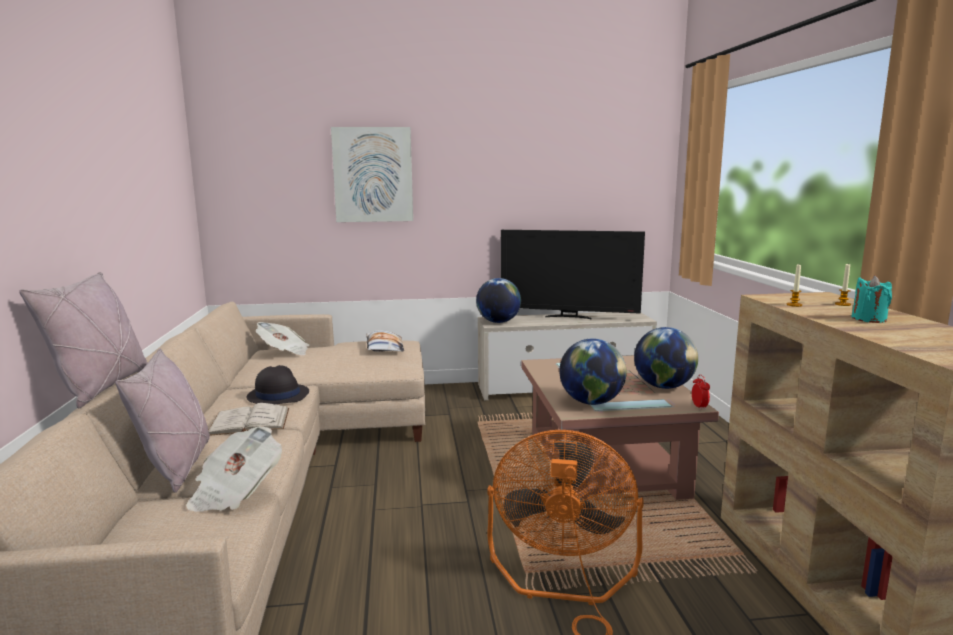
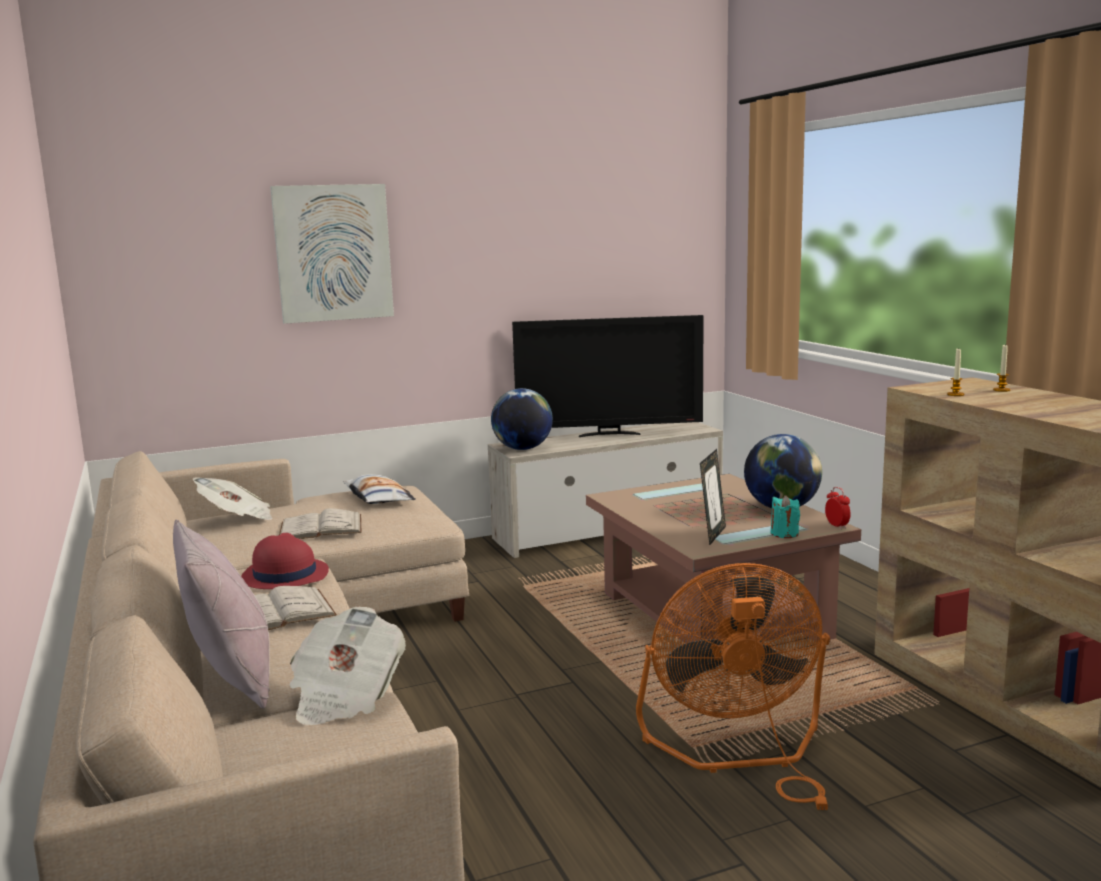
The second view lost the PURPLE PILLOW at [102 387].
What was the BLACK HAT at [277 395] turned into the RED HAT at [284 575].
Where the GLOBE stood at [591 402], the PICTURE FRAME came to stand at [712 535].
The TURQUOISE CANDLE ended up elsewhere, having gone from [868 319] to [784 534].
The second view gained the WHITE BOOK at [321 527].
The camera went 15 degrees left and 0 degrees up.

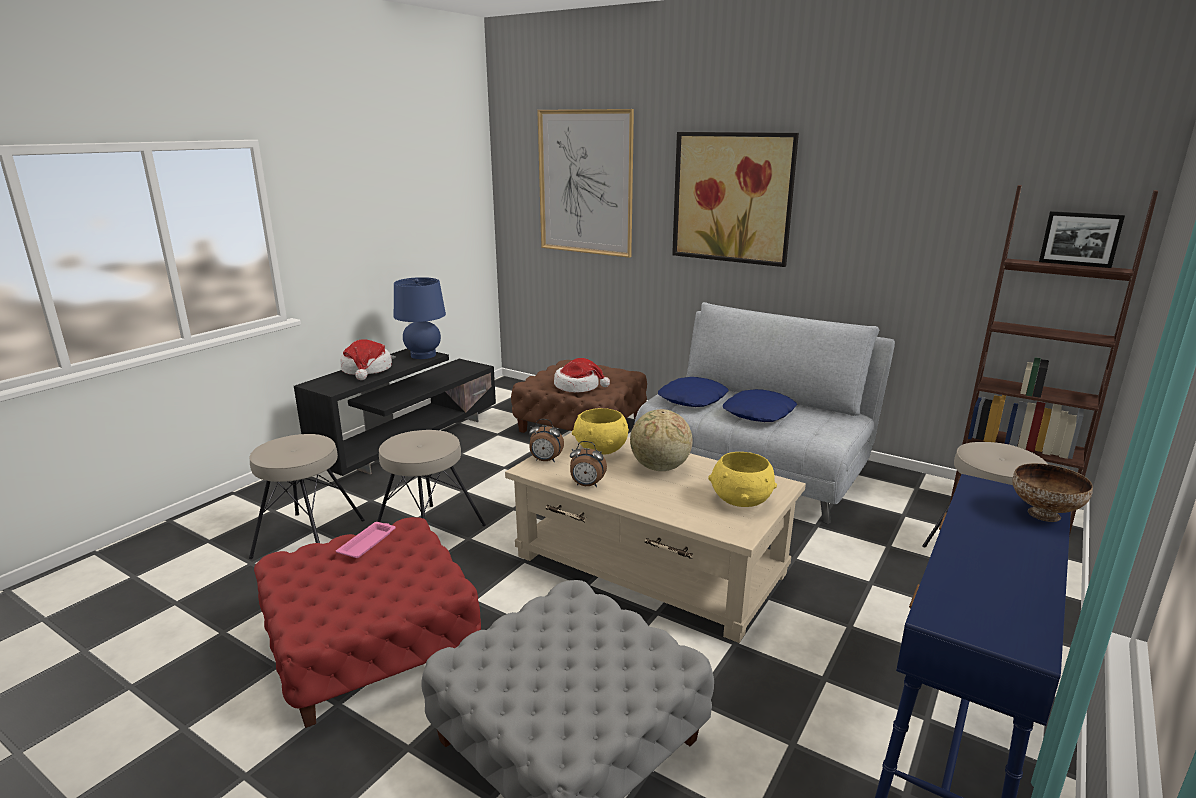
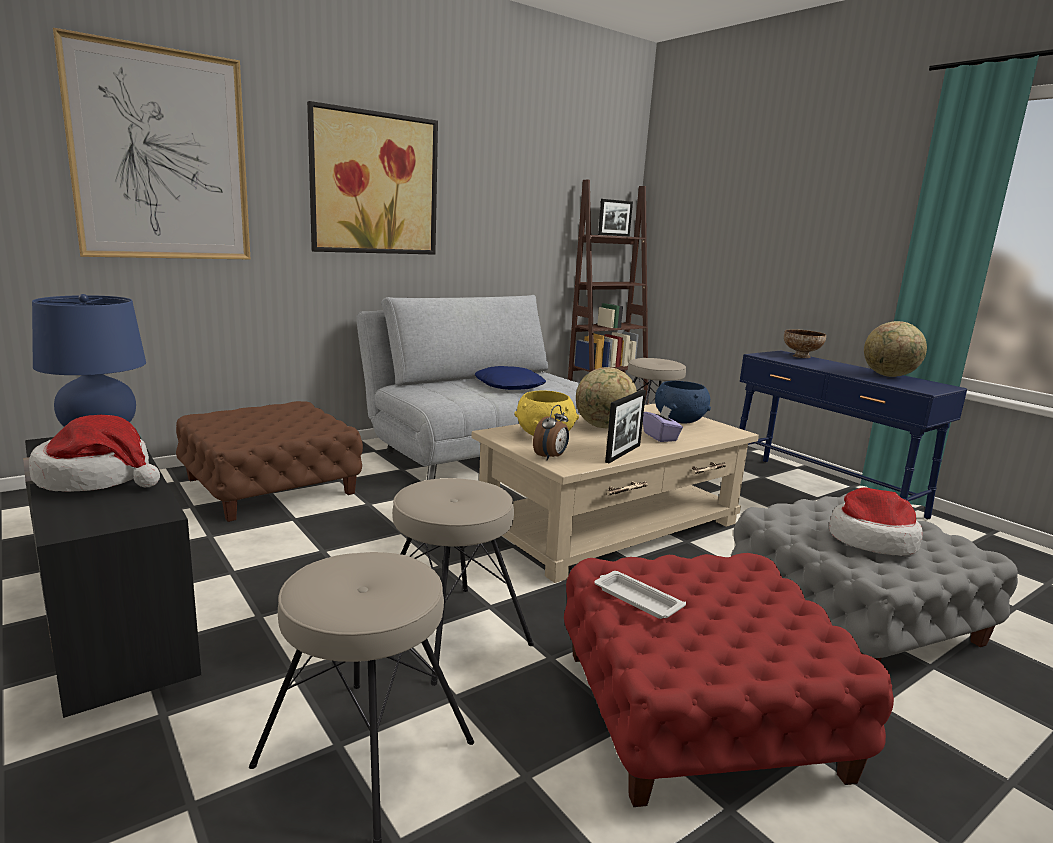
What was the PINK TRAY at [368 543] turned into the WHITE TRAY at [636 599].
The HAT ended up elsewhere, having gone from [578 386] to [871 540].
Where the ALARM CLOCK stood at [587 485], the PICTURE FRAME came to stand at [623 453].
The second view lost the BLUE PILLOW at [693 399].
What was the YELLOW BOWL at [741 500] turned into the BLUE BOWL at [679 420].
The second view gained the PURPLE TISSUE BOX at [660 437].
The second view gained the GLOBE at [889 376].
The camera went 70 degrees left and 5 degrees down.

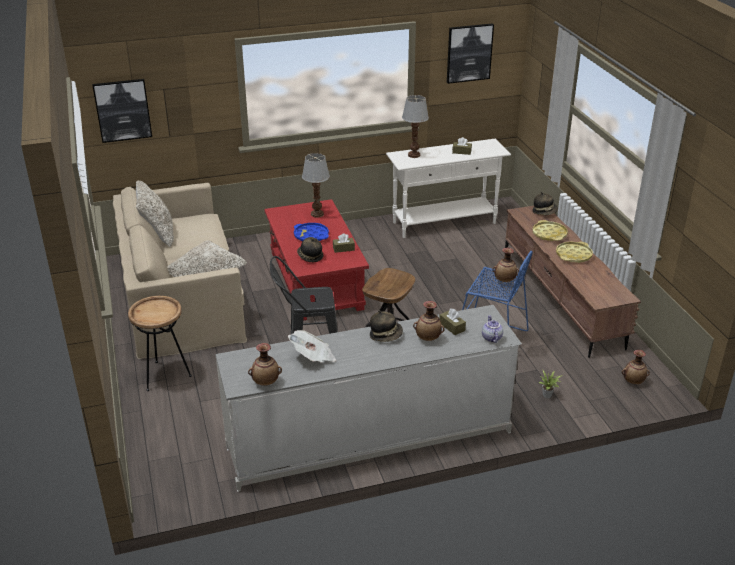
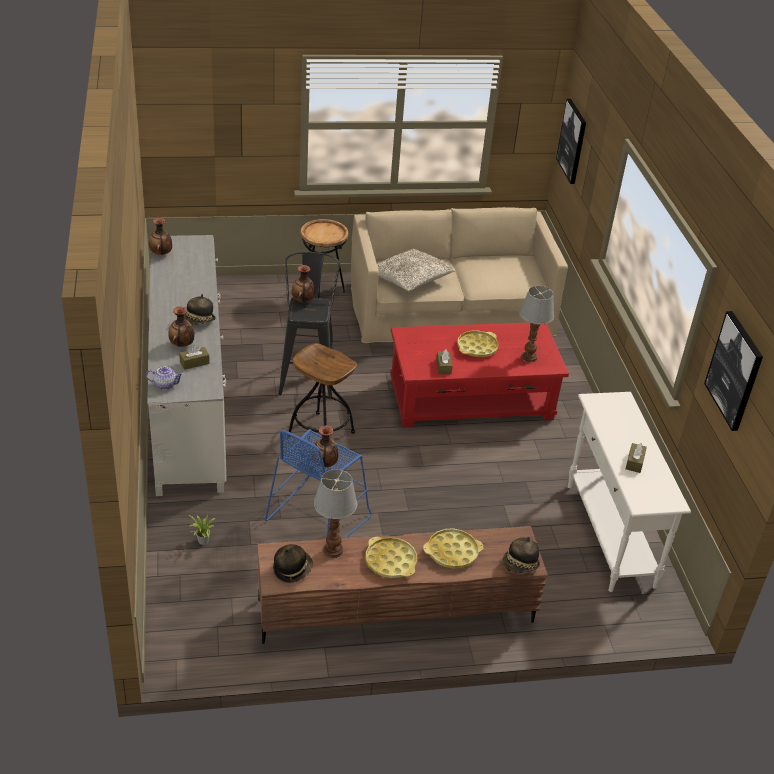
The second view lost the BEIGE PILLOW at [157 234].
The second view lost the NEWSPAPER at [313 357].
What was the BLUE TRAY at [311 235] turned into the YELLOW TRAY at [477 347].
The HAT ended up elsewhere, having gone from [310 256] to [292 569].
The TABLE LAMP ended up elsewhere, having gone from [414 155] to [332 550].
The VASE ended up elsewhere, having gone from [633 381] to [303 301].
The camera went 95 degrees right and 5 degrees up.

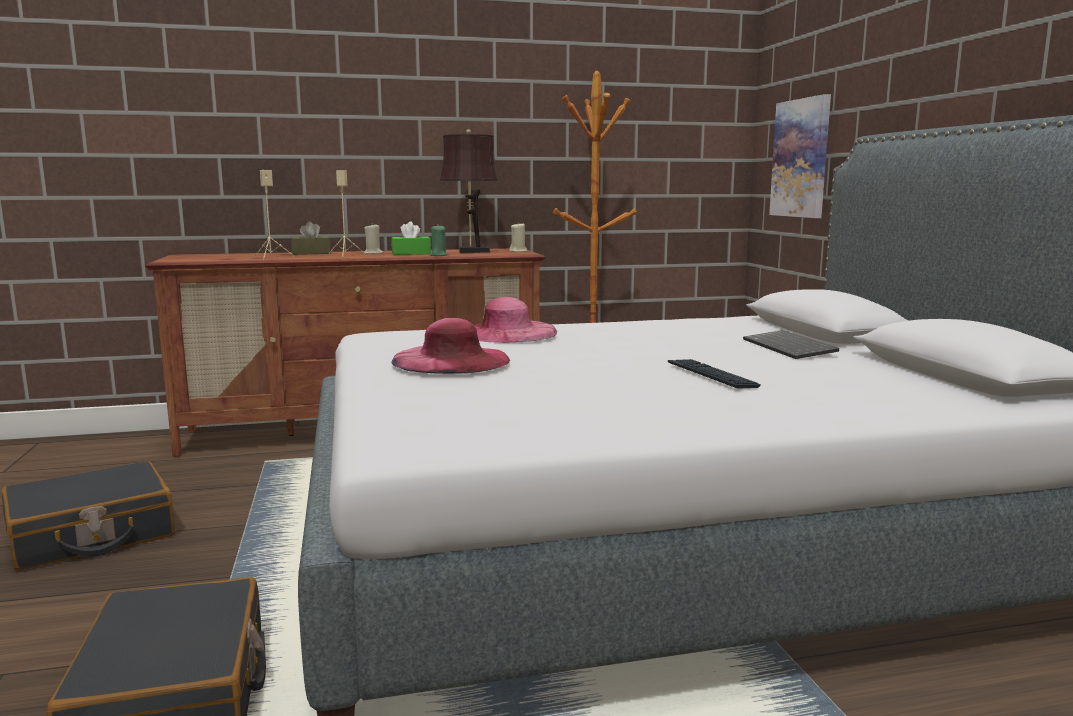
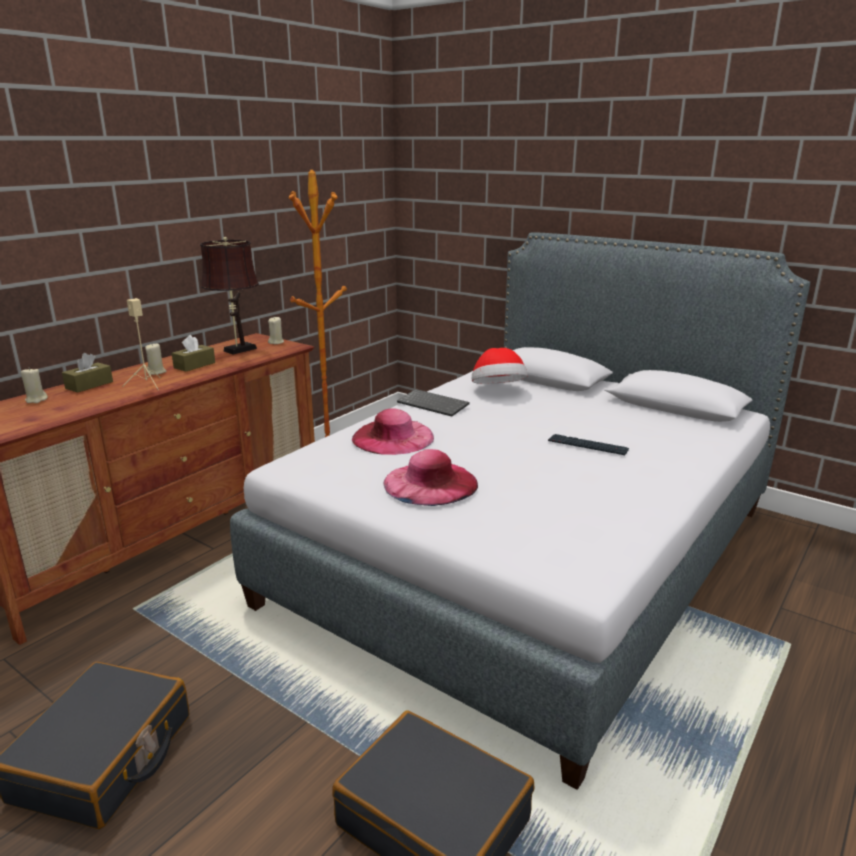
The second view lost the BEIGE SPEAKER at [271 257].
What was the GREEN TISSUE BOX at [411 253] turned into the BROWN TISSUE BOX at [194 365].
The second view lost the GREEN CANDLE at [438 255].
The KEYBOARD ended up elsewhere, having gone from [791 347] to [434 404].
The second view lost the PICTURE at [801 158].
The second view gained the BEIGE CANDLE at [36 400].
The second view gained the HAT at [498 390].
The camera went 40 degrees left and 10 degrees up.

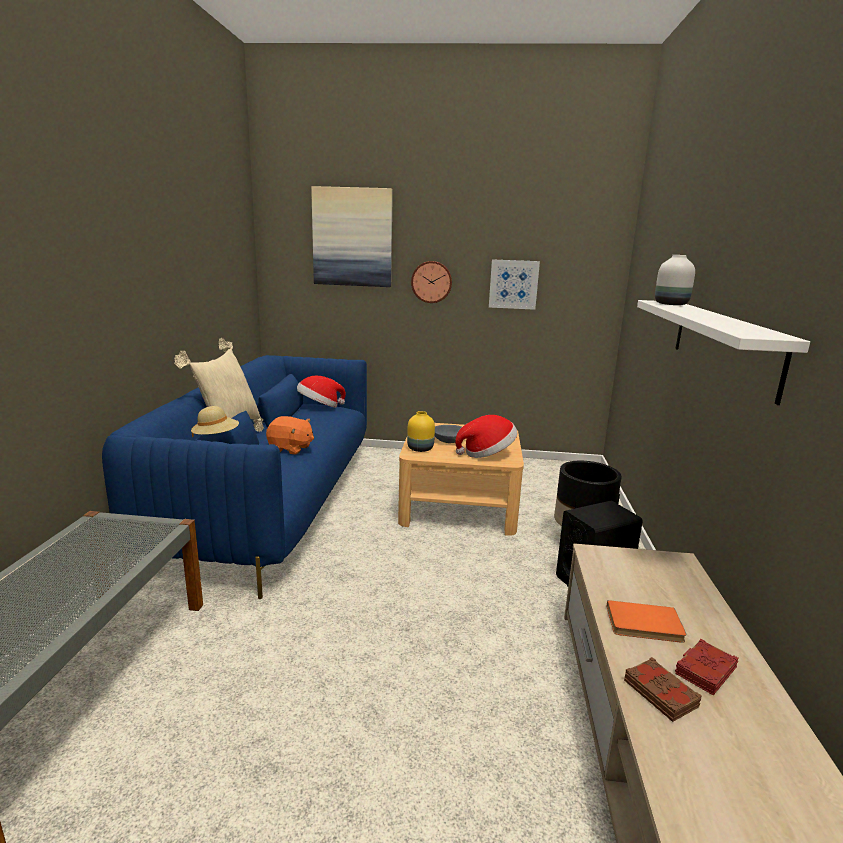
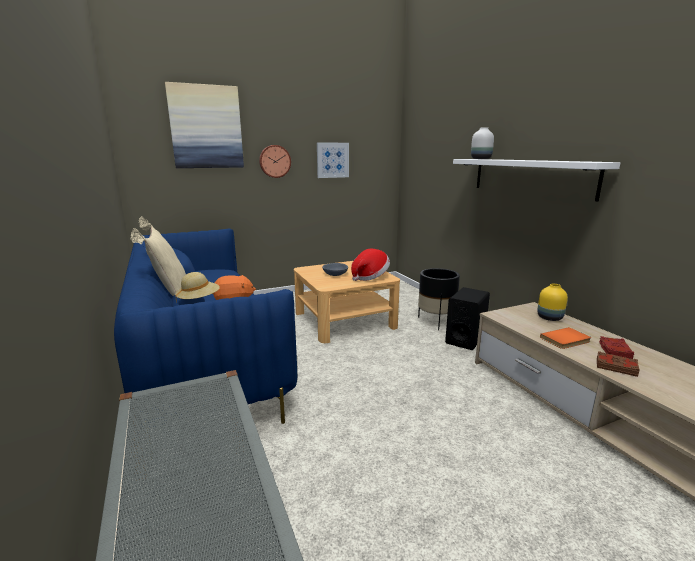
The second view lost the HAT at [319 407].
The YELLOW VASE ended up elsewhere, having gone from [419 449] to [549 318].
The camera went 30 degrees left and 0 degrees up.

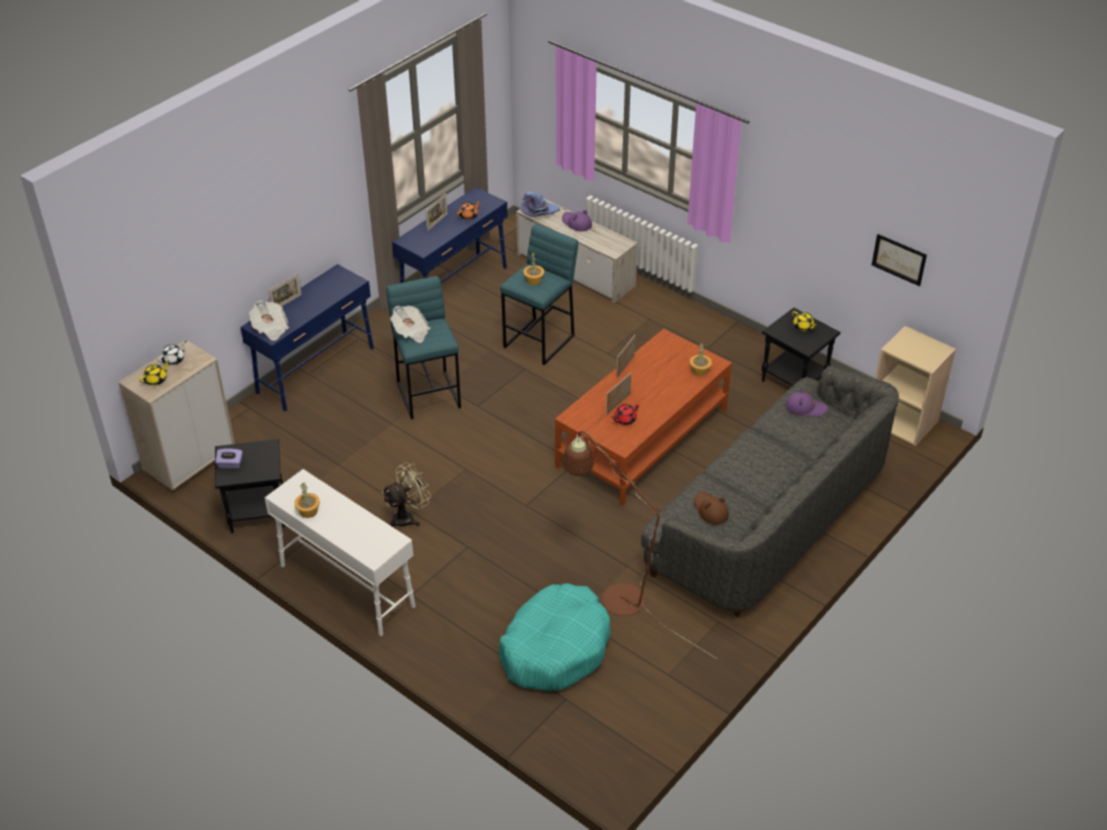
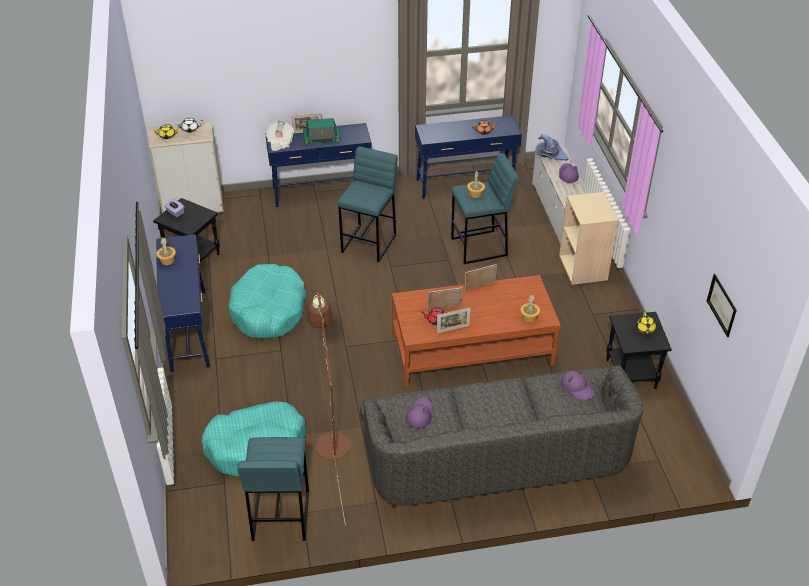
What was the WHITE CONSOLE TABLE at [347 585] turned into the BLUE CONSOLE TABLE at [189 330].
Where the BEIGE FAN stood at [408 517], the TURQUOISE DOG BED came to stand at [268 310].
The second view lost the NEWSPAPER at [411 332].
The PICTURE FRAME ended up elsewhere, having gone from [437 222] to [453 329].
What was the BROWN HAT at [710 510] turned into the PURPLE HAT at [419 415].
The BEIGE BOOKCASE ended up elsewhere, having gone from [903 421] to [583 268].
The second view gained the TURQUOISE STOOL at [280 517].
The second view gained the RADIO at [322 139].
The camera went 40 degrees right and 0 degrees up.

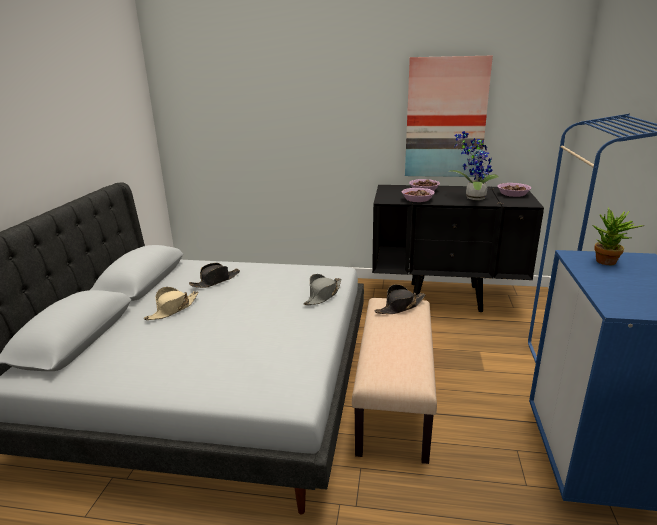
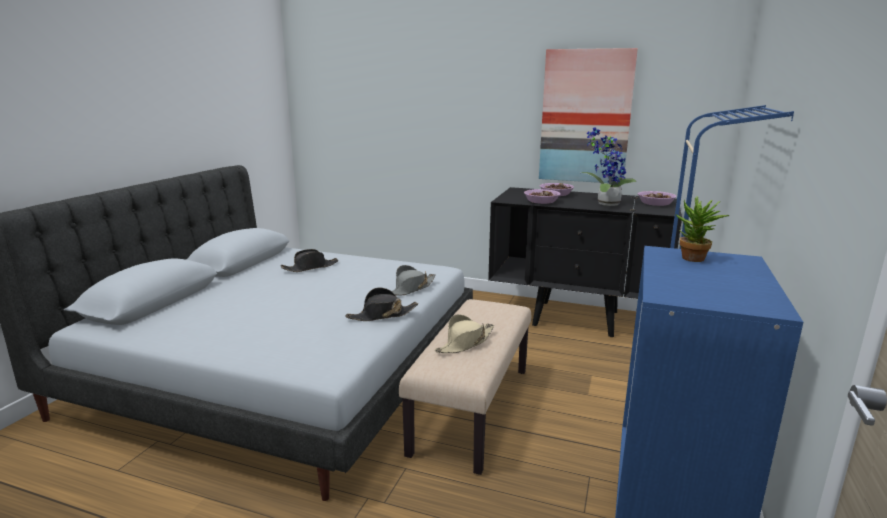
The BEIGE HAT ended up elsewhere, having gone from [173 309] to [465 343].
The BLACK HAT ended up elsewhere, having gone from [400 307] to [382 315].
The camera went 10 degrees right and 5 degrees down.

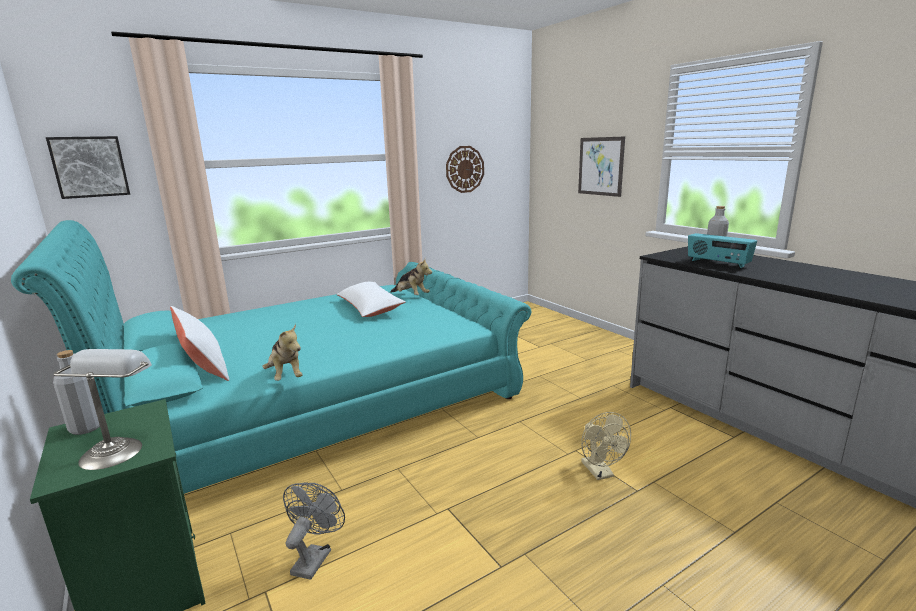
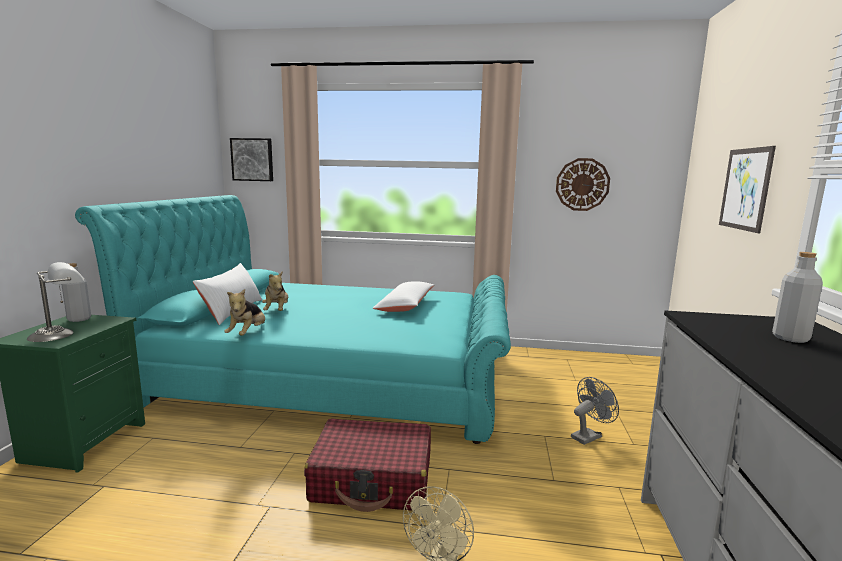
The GREY FAN ended up elsewhere, having gone from [314 557] to [589 436].
The PLUSH TOY ended up elsewhere, having gone from [411 296] to [277 311].
The second view lost the RADIO at [717 263].
The second view gained the RED SUITCASE at [373 479].
The camera went 40 degrees right and 5 degrees down.

